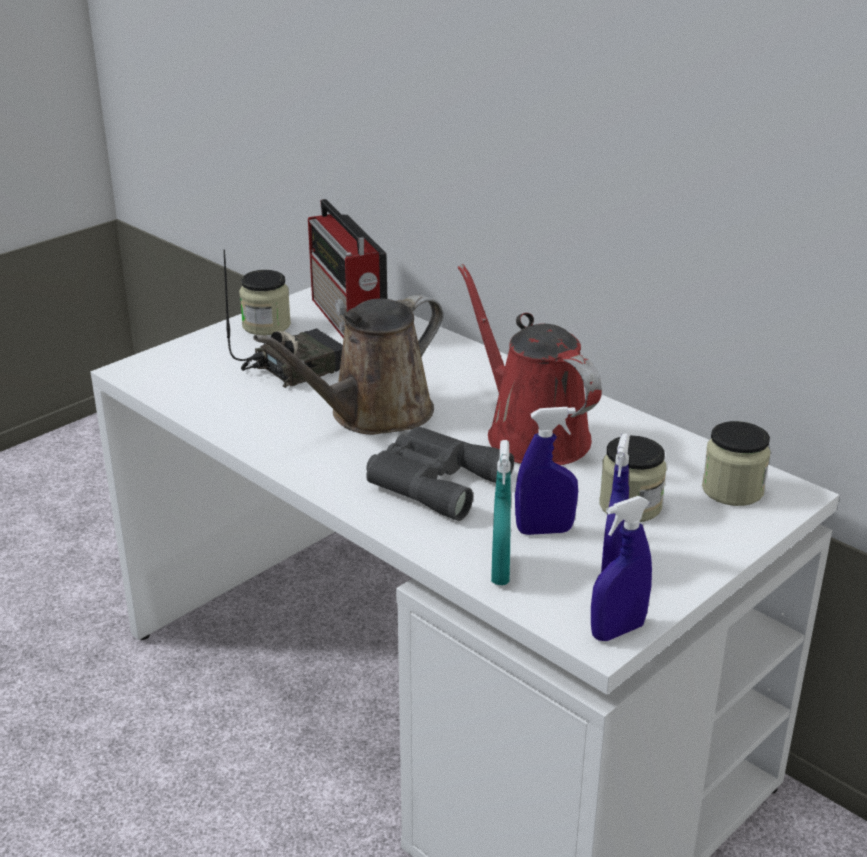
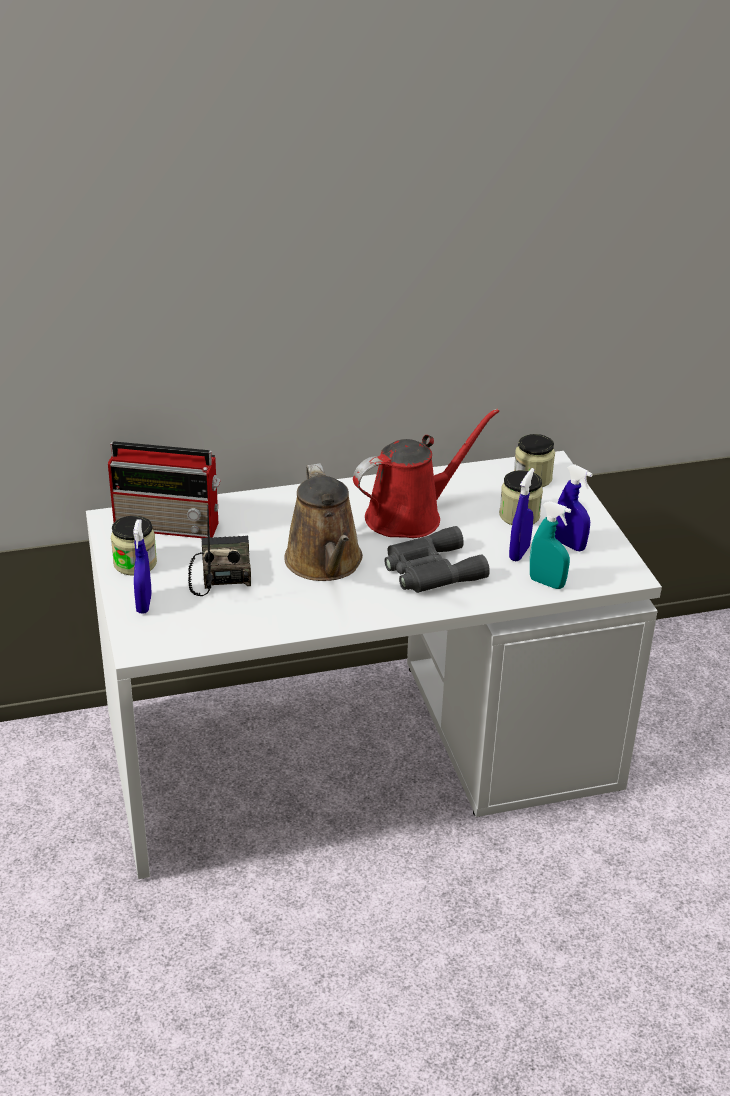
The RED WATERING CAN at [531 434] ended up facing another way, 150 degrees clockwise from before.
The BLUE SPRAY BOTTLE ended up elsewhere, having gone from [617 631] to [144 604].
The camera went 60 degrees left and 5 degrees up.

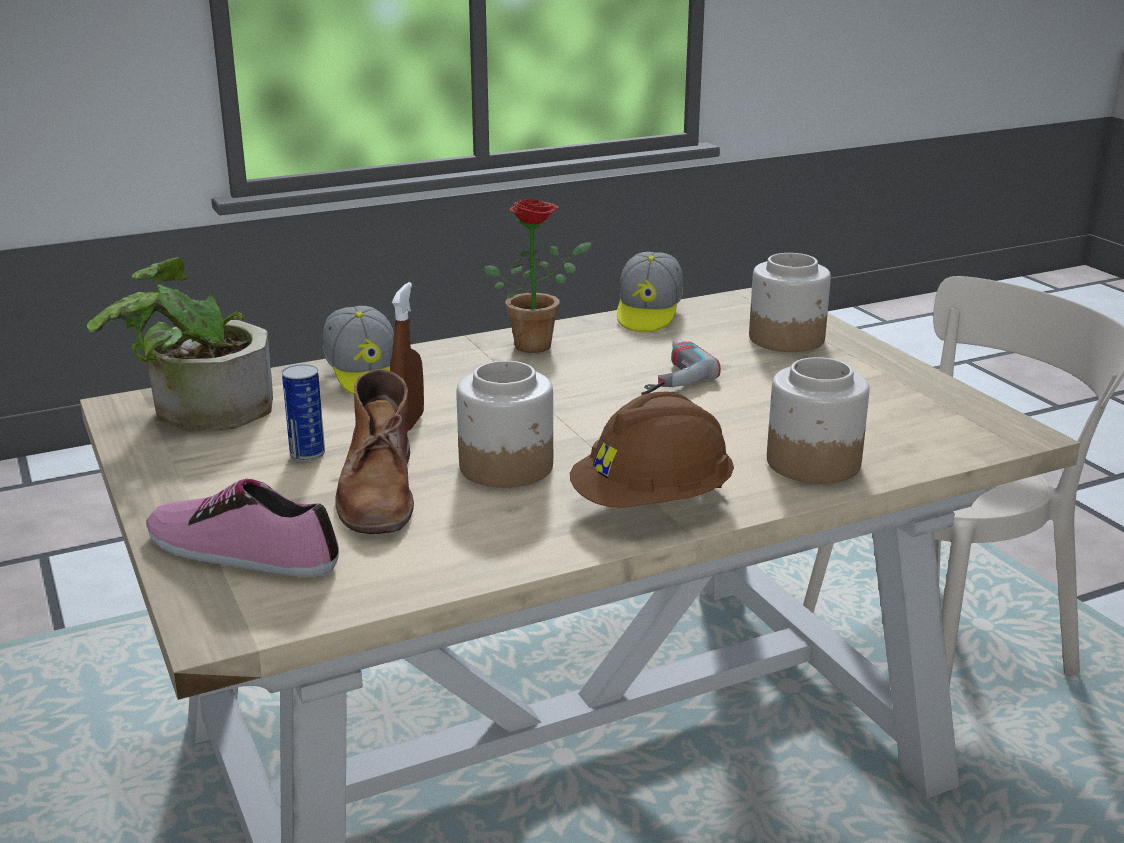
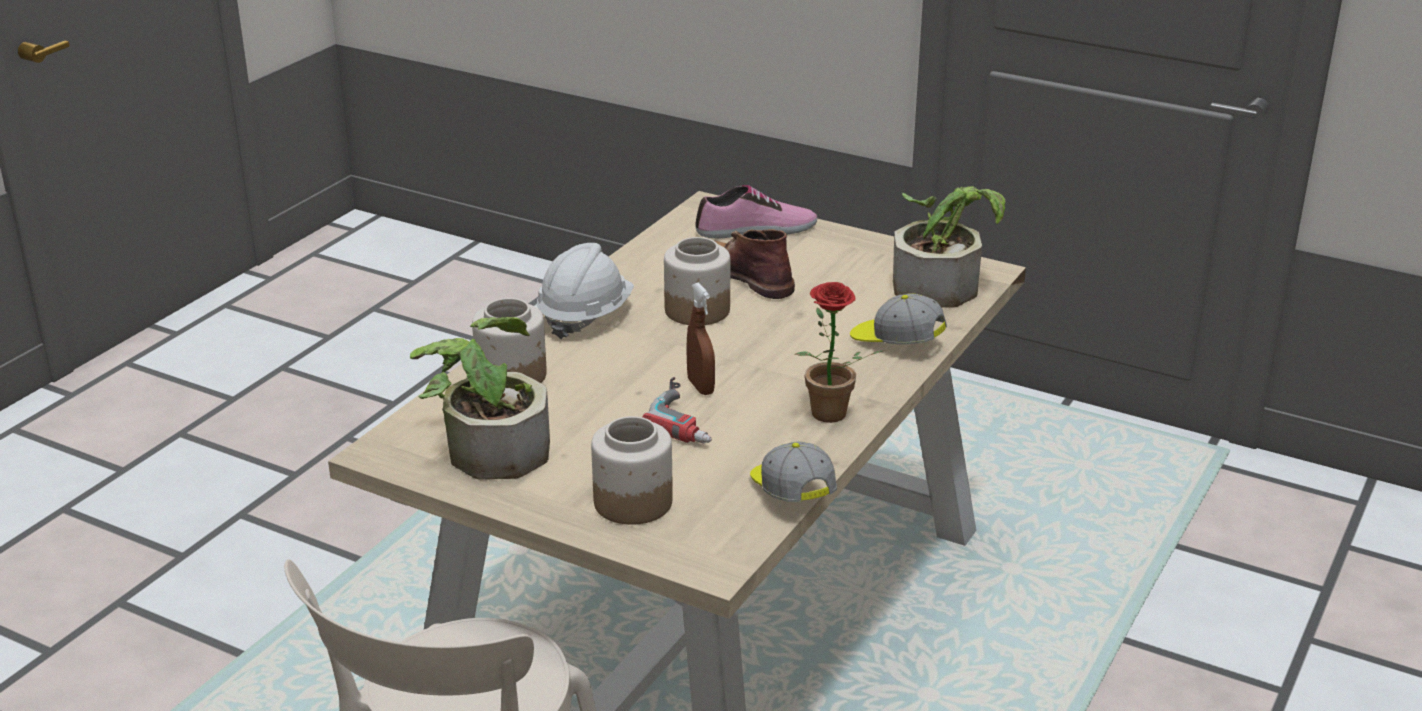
The second view lost the CAN at [307 454].
The BROWN SPRAY BOTTLE ended up elsewhere, having gone from [409 422] to [700 387].
What was the BROWN HARD HAT at [652 503] turned into the WHITE HARD HAT at [585 316].
The second view gained the POTTED PLANT at [488 447].
The camera went 145 degrees right and 5 degrees up.

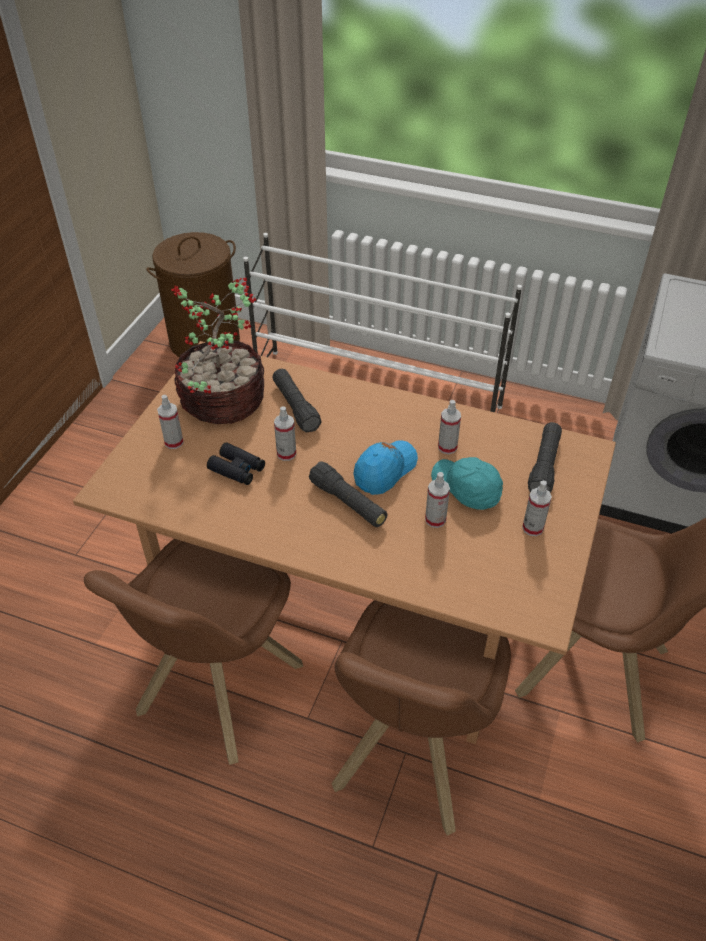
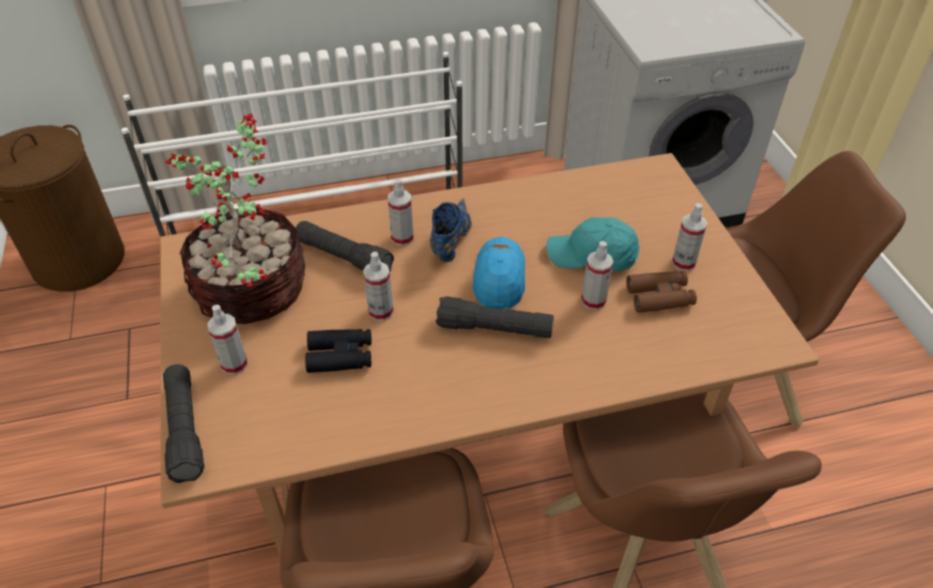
The SPRAY BOTTLE ended up elsewhere, having gone from [447 447] to [402 238].
The BLACK FLASHLIGHT ended up elsewhere, having gone from [544 465] to [185 430].
The second view gained the BLUE SHOE at [450 243].
The second view gained the BROWN BINOCULARS at [659 297].
The camera went 35 degrees left and 0 degrees up.

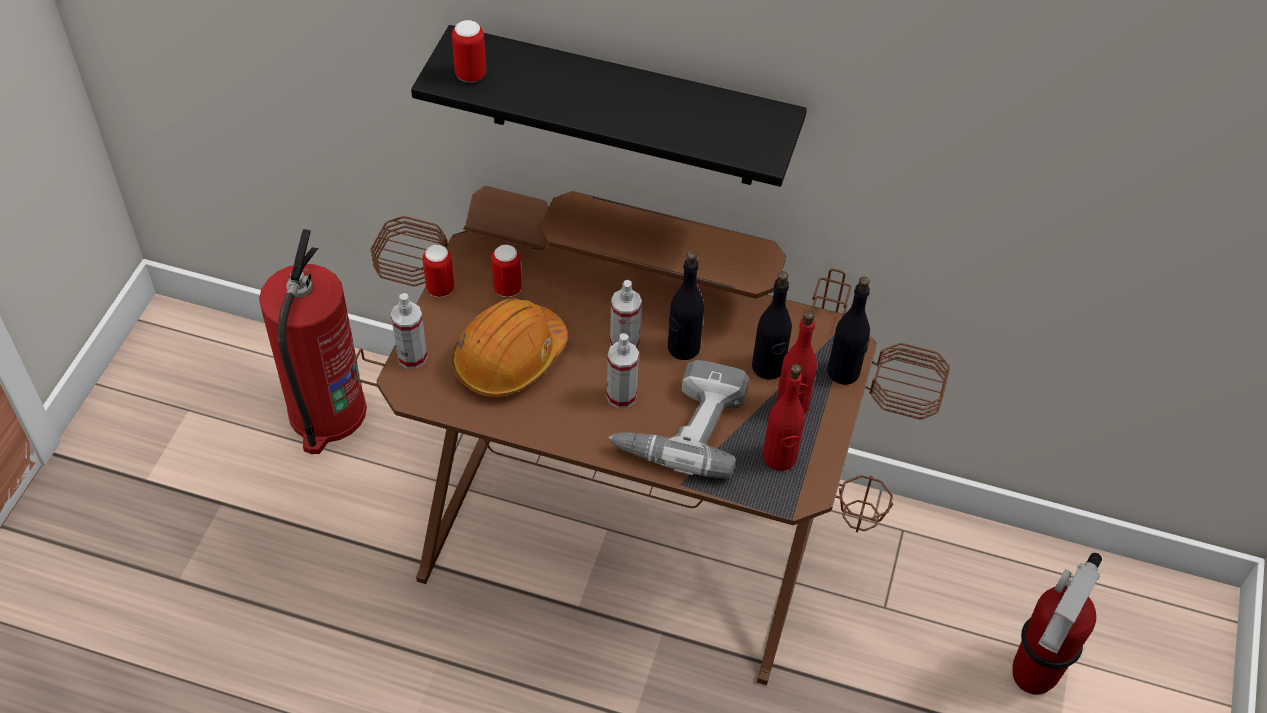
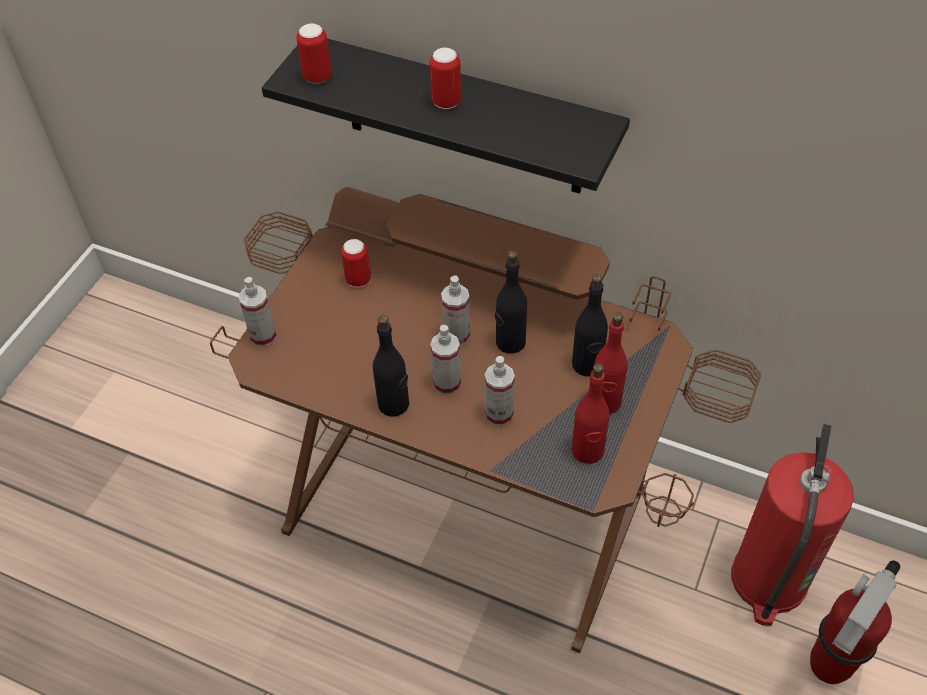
The FIRE EXTINGUISHER ended up elsewhere, having gone from [326 413] to [768 580].
The CAN ended up elsewhere, having gone from [440 289] to [446 102].
The second view lost the ORANGE HARD HAT at [509 359].
Where the POWER DRILL stood at [681 425], the SPRAY BOTTLE came to stand at [499 414].
The BLACK BOTTLE ended up elsewhere, having gone from [844 372] to [394 404].
The camera went 10 degrees right and 0 degrees up.

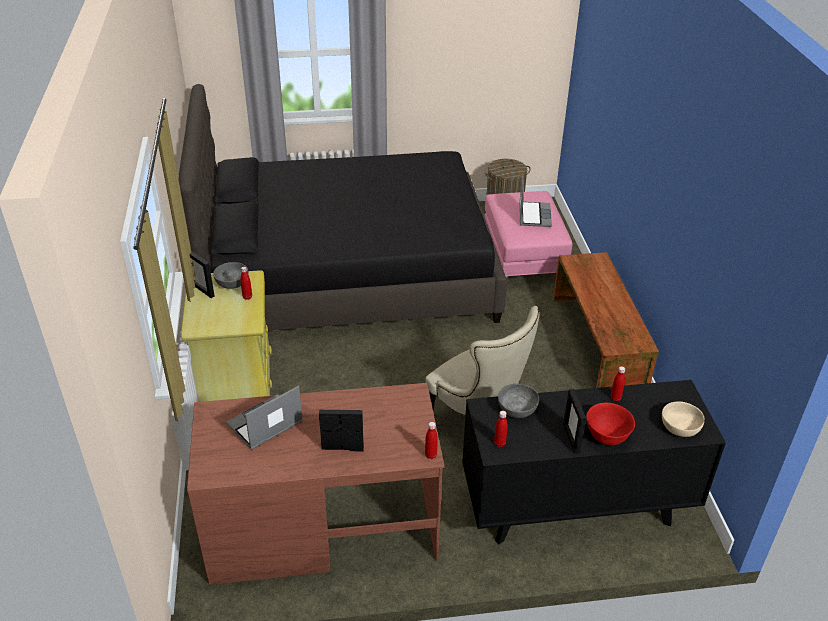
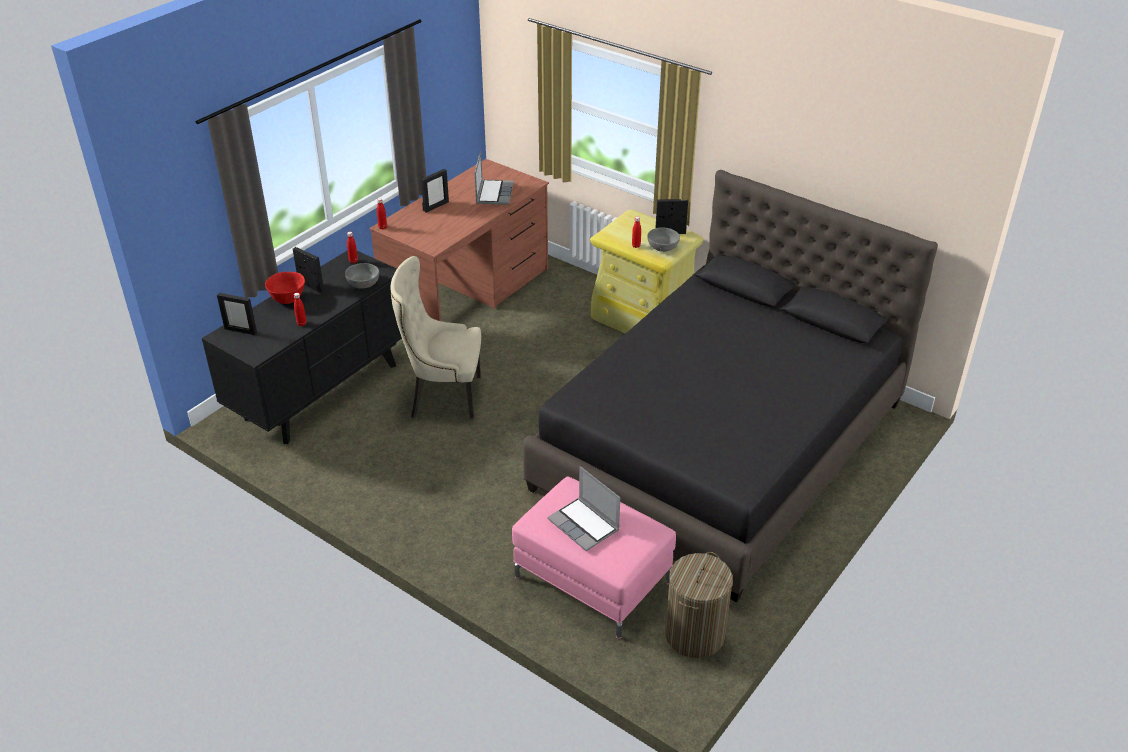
The second view lost the BROWN BENCH at [598 345].
Where the BEIGE BOWL stood at [680 427], the PICTURE FRAME came to stand at [241 330].
The camera went 135 degrees right and 0 degrees up.

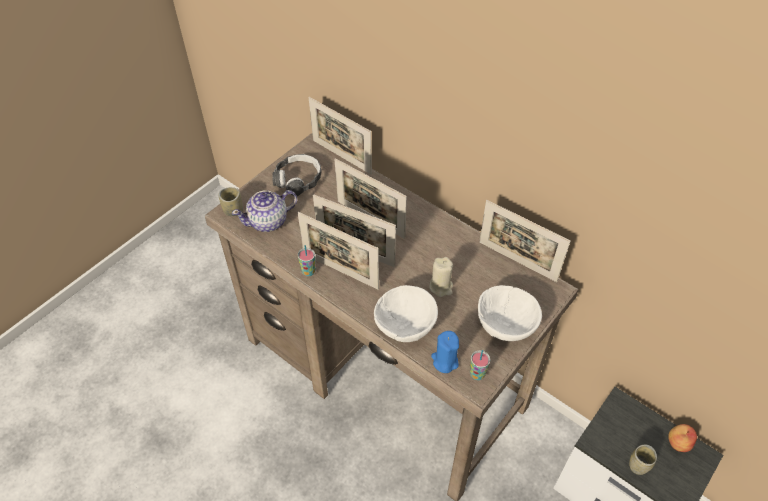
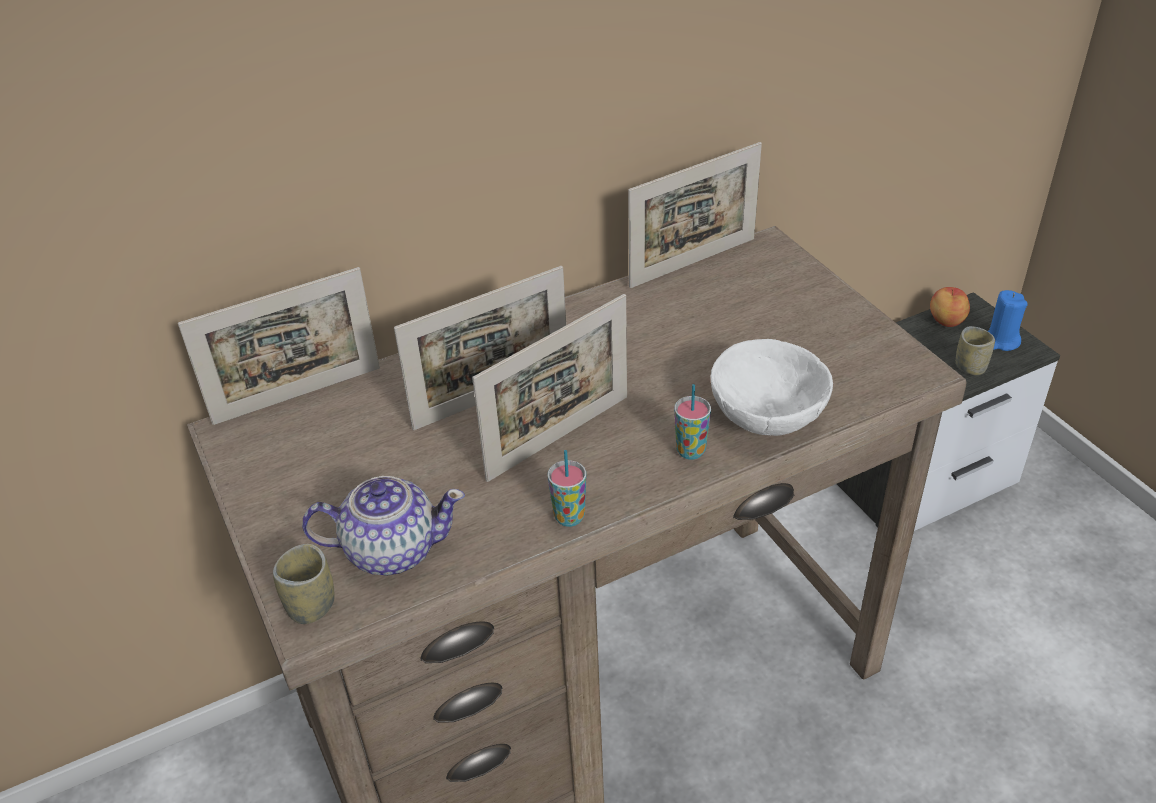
The TEAPOT at [268 221] ended up facing another way, 90 degrees counterclockwise from before.
The second view lost the HEADPHONES at [298 179].
The second view lost the PICTURE FRAME at [340 271].
The second view lost the BEIGE CANDLE at [441 287].
The BLUE CANDLE ended up elsewhere, having gone from [444 361] to [1000 341].
The CUP ended up elsewhere, having gone from [477 374] to [690 451].
The second view lost the WHITE BOWL at [504 326].
The camera went 65 degrees left and 10 degrees down.

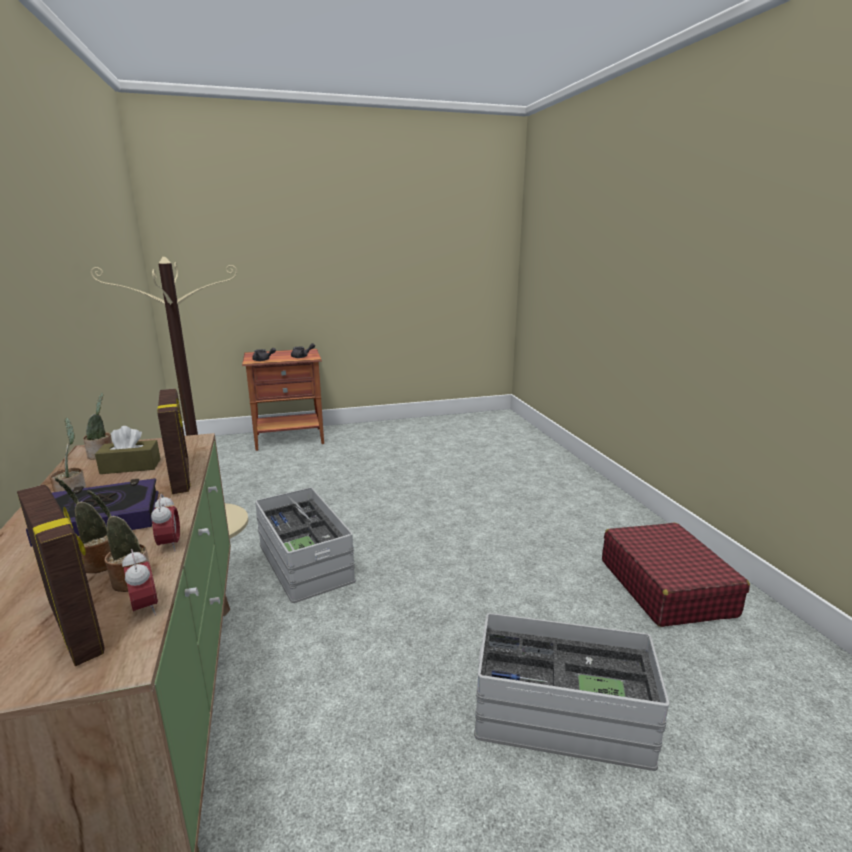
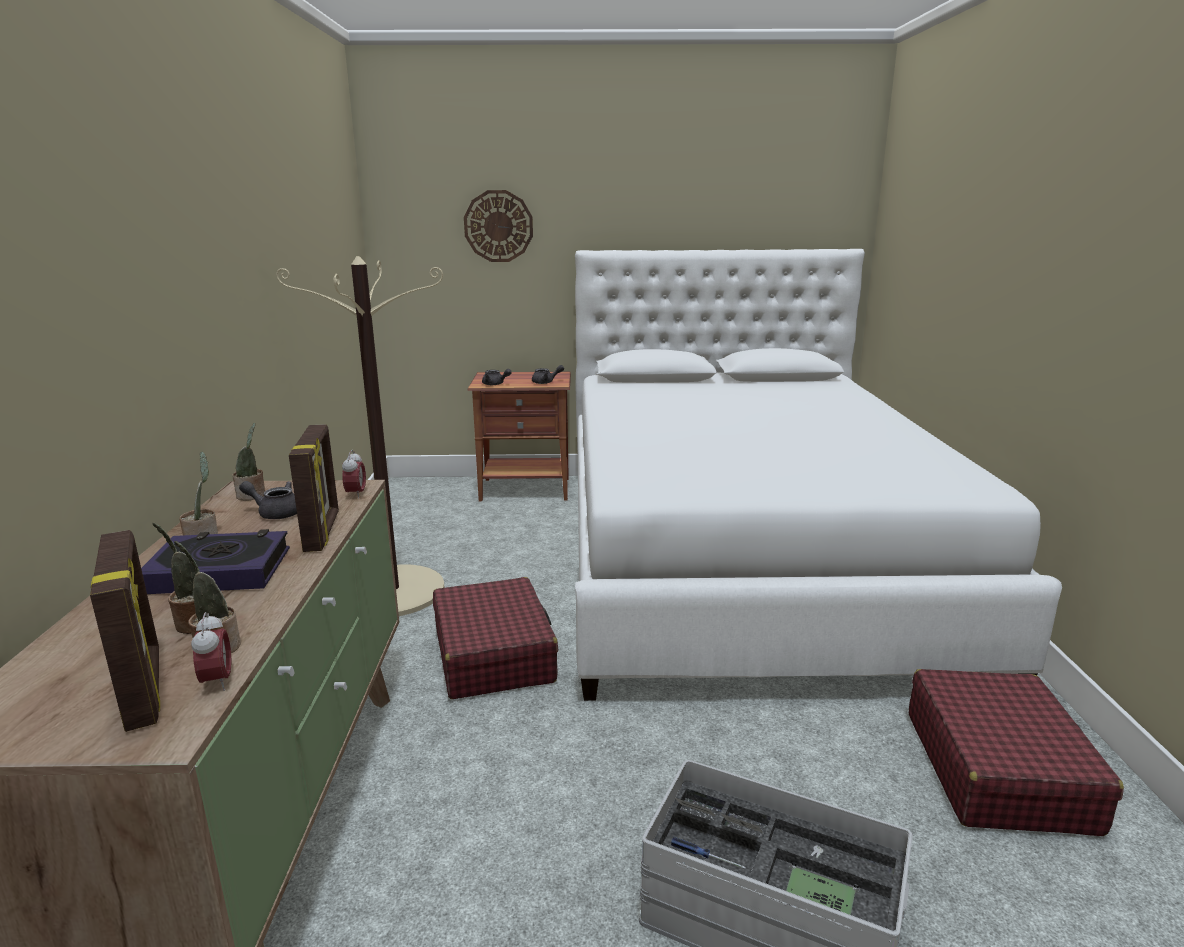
Where the BROWN TISSUE BOX stood at [131 466], the GREY TEAPOT came to stand at [275 513].
The ALARM CLOCK ended up elsewhere, having gone from [170 545] to [356 494].
Where the GREY STORAGE BOX stood at [303 562], the RED SUITCASE came to stand at [494 654].
The second view gained the WALL CLOCK at [498 226].
The second view gained the WHITE BED at [743 556].
The camera went 15 degrees right and 0 degrees up.

